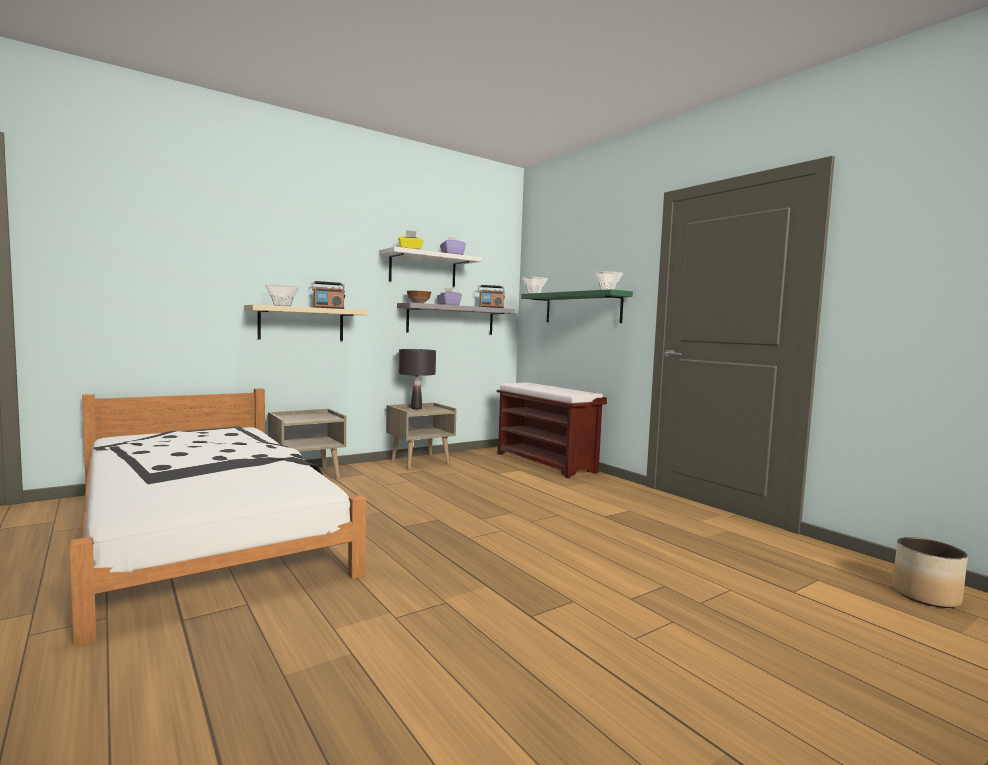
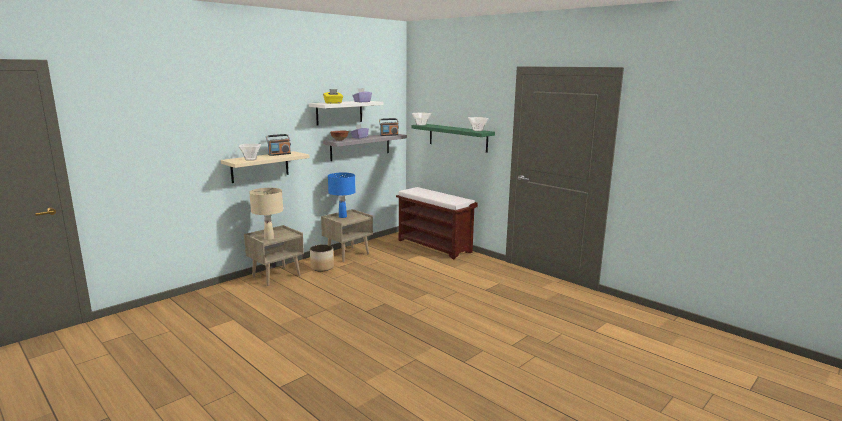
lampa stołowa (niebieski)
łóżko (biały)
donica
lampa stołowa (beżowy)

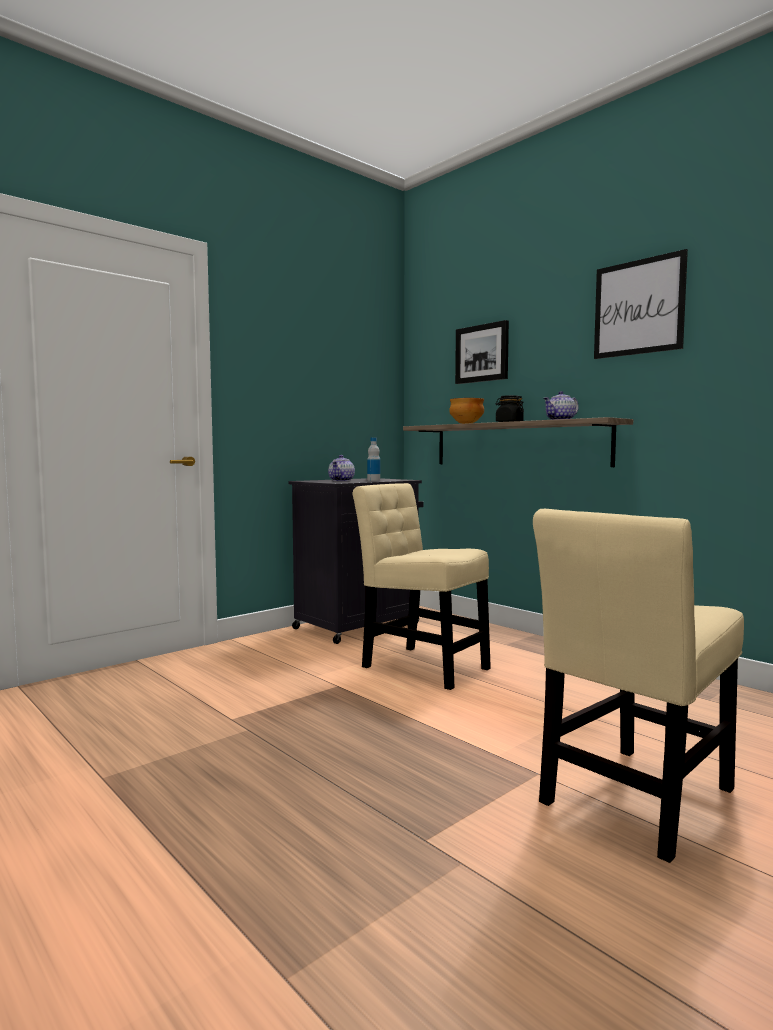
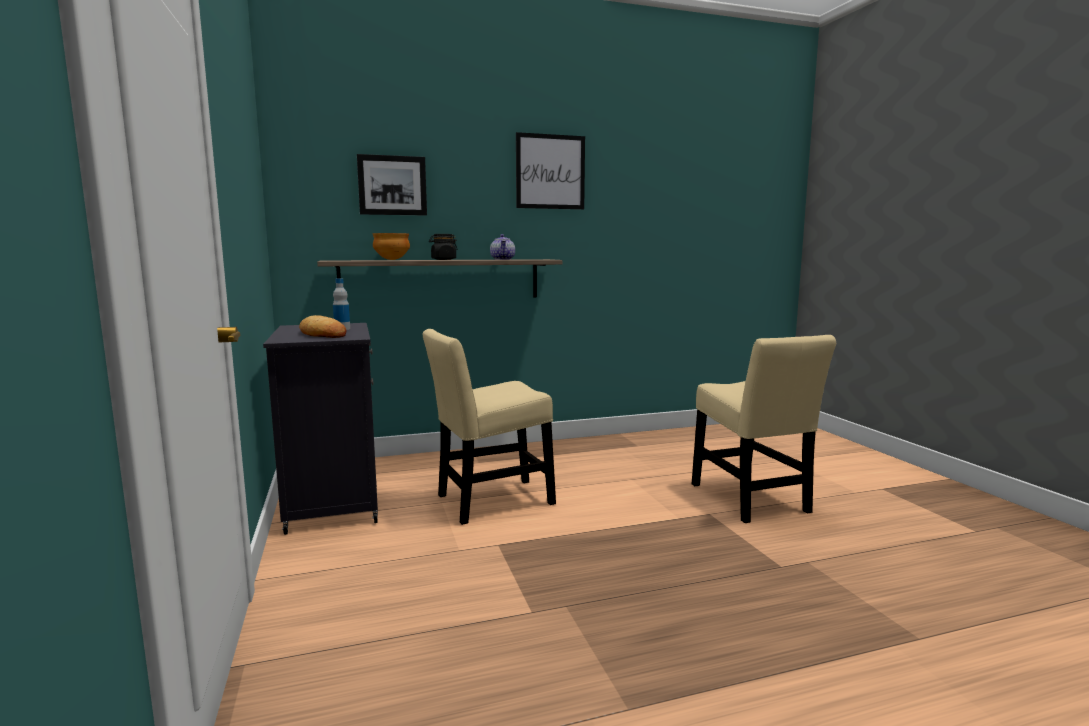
chleb

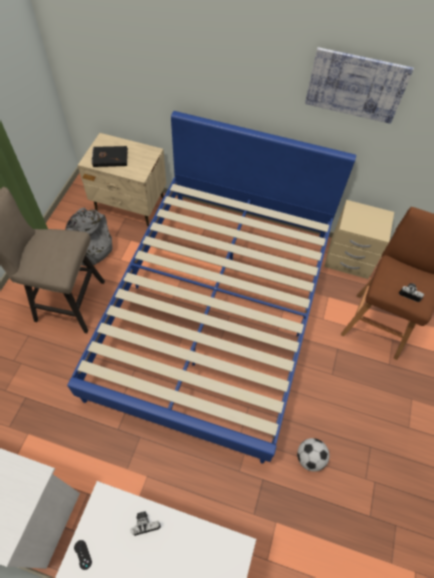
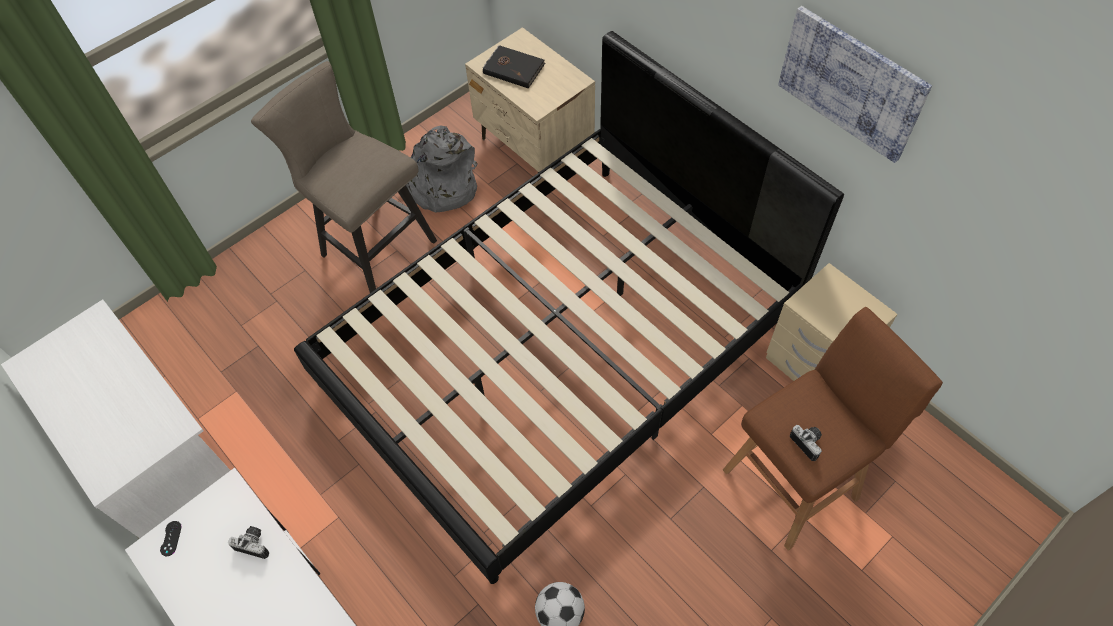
łóżko (czarny)

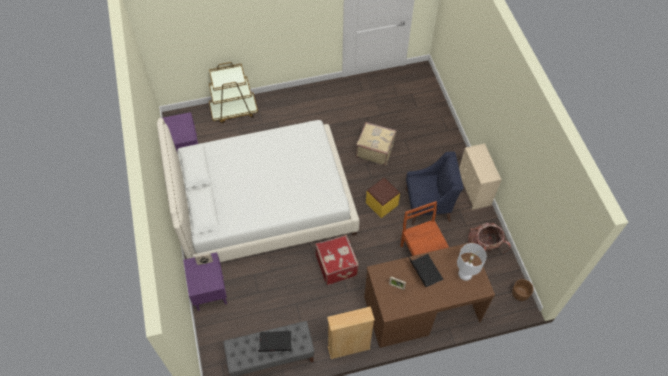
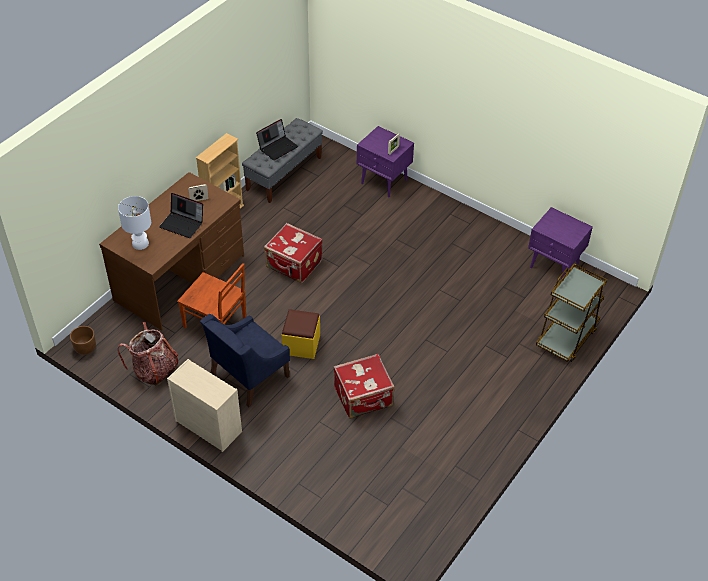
łóżko (biały)
walizka (czerwony) (no. 2 from left)

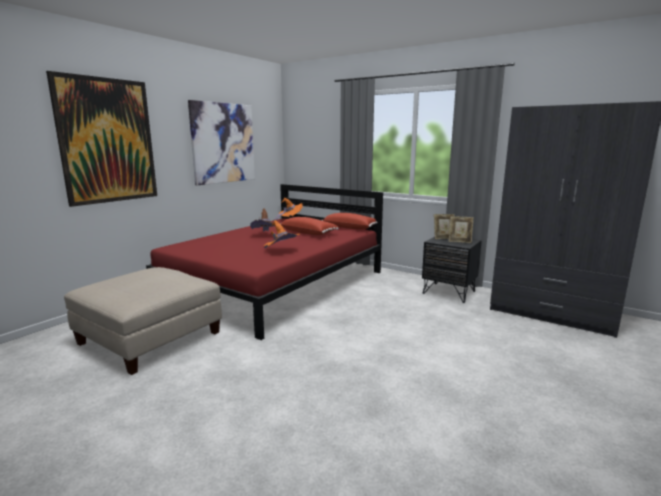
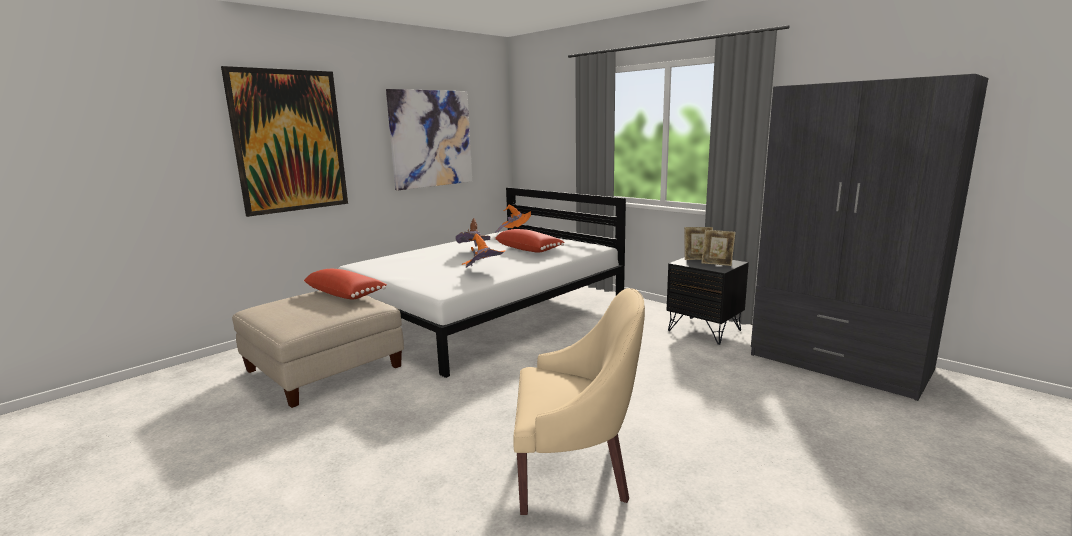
łóżko (biały)
poduszka (czerwony) (no. 1 from left)
fotel (beżowy)

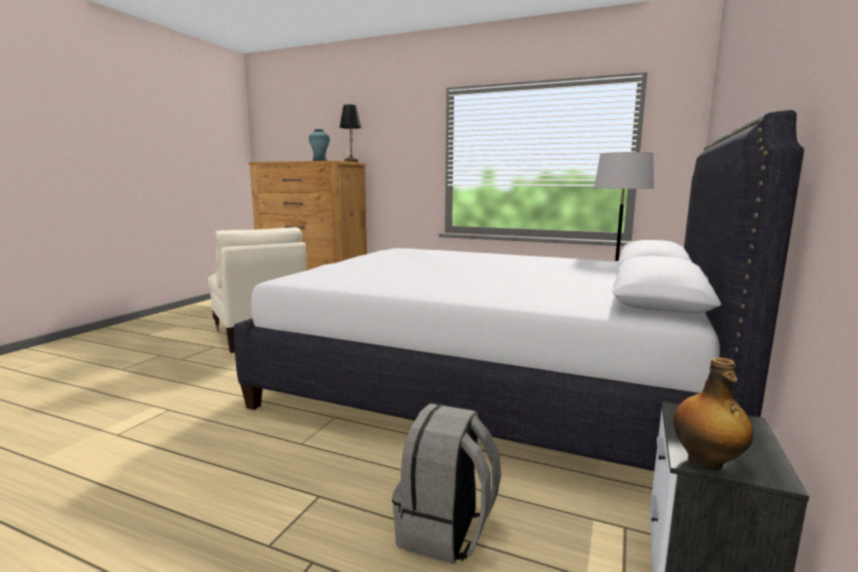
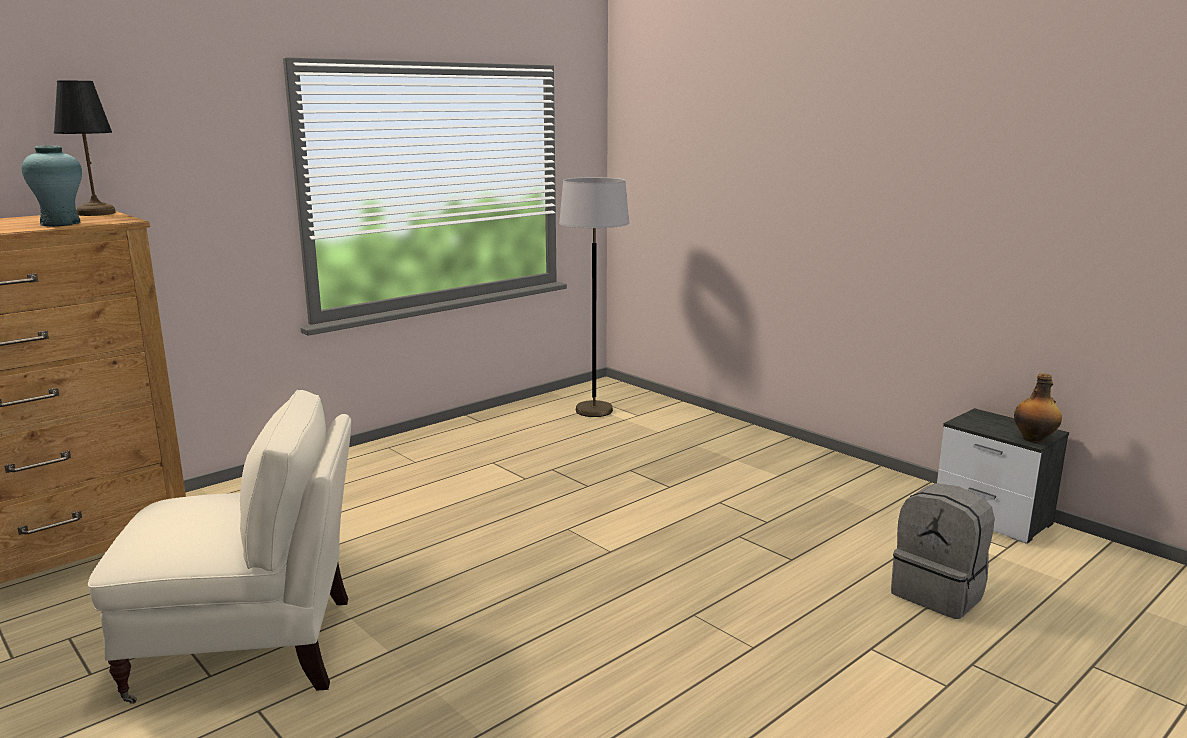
łóżko (biały)

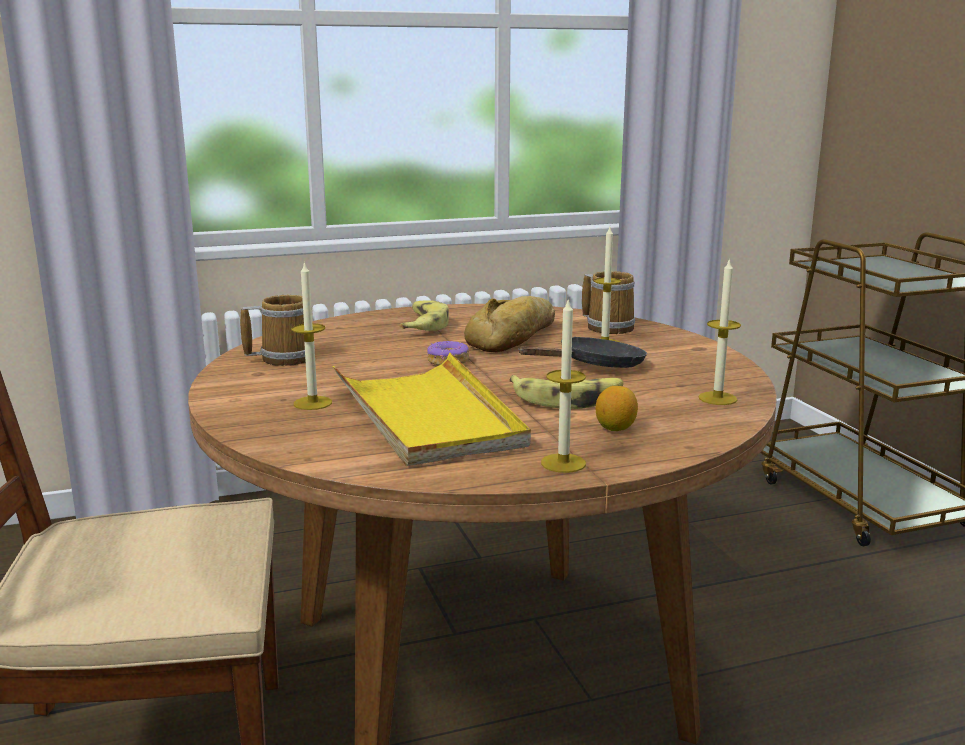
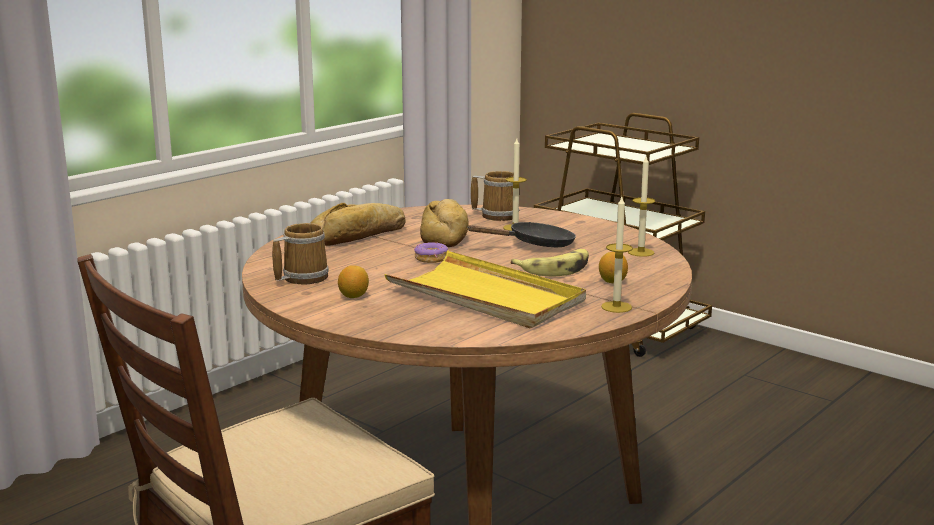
świeca (no. 1 from left in the first image)
chleb (no. 1 from left)
patelnia (czarny)
cytryna (no. 1 from left)

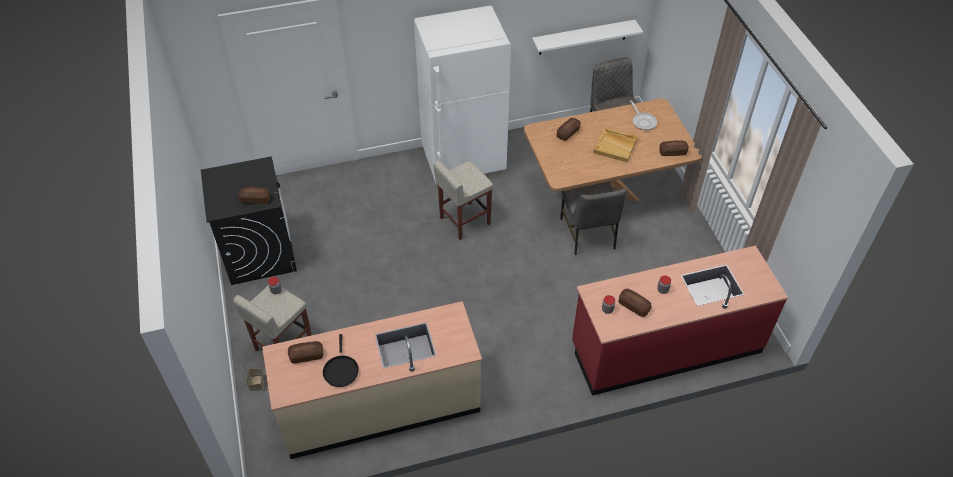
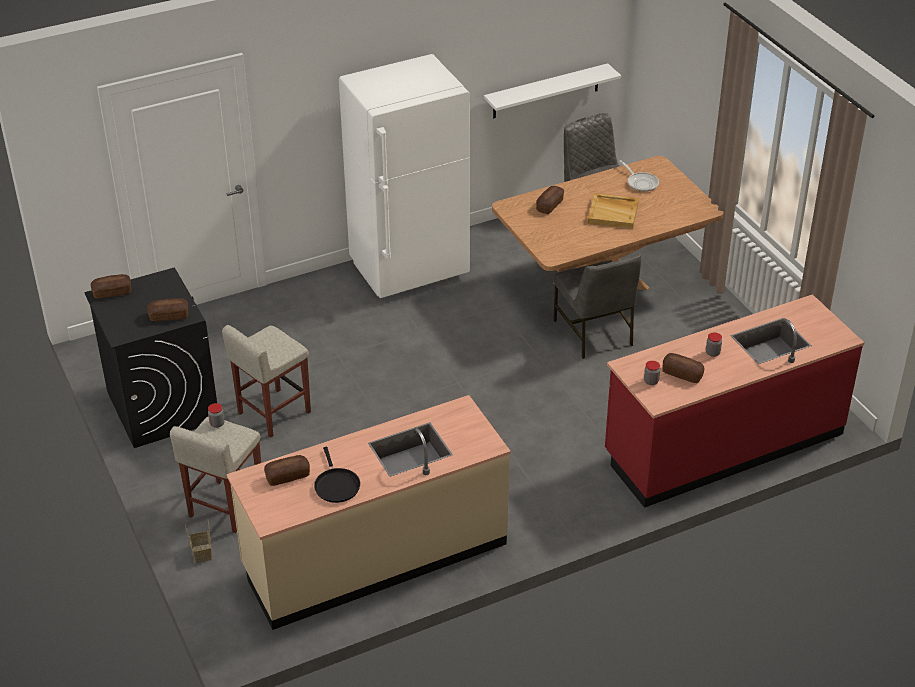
chleb (no. 1 from left)
stołek (beżowy) (no. 2 from left)

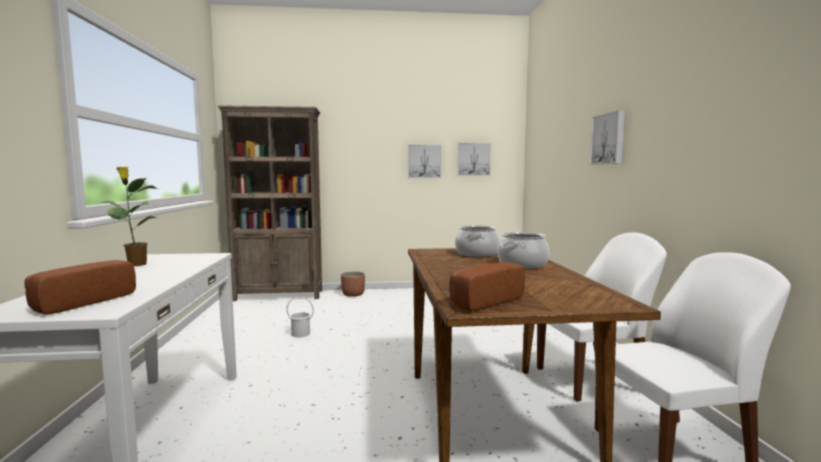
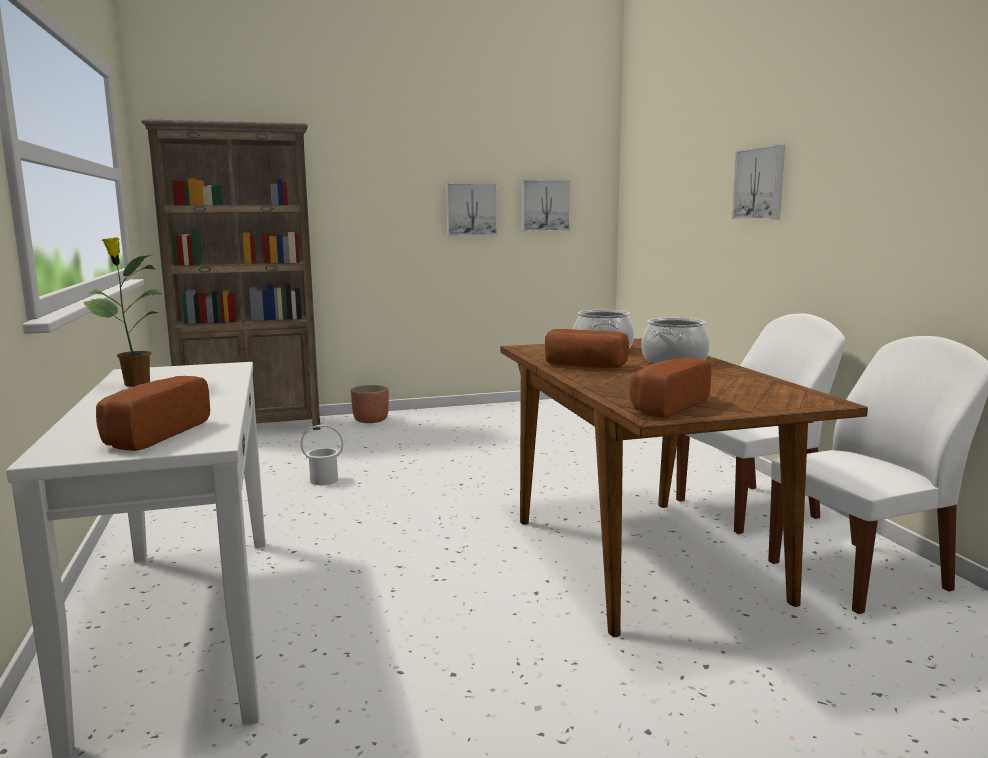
chleb (no. 2 from left)

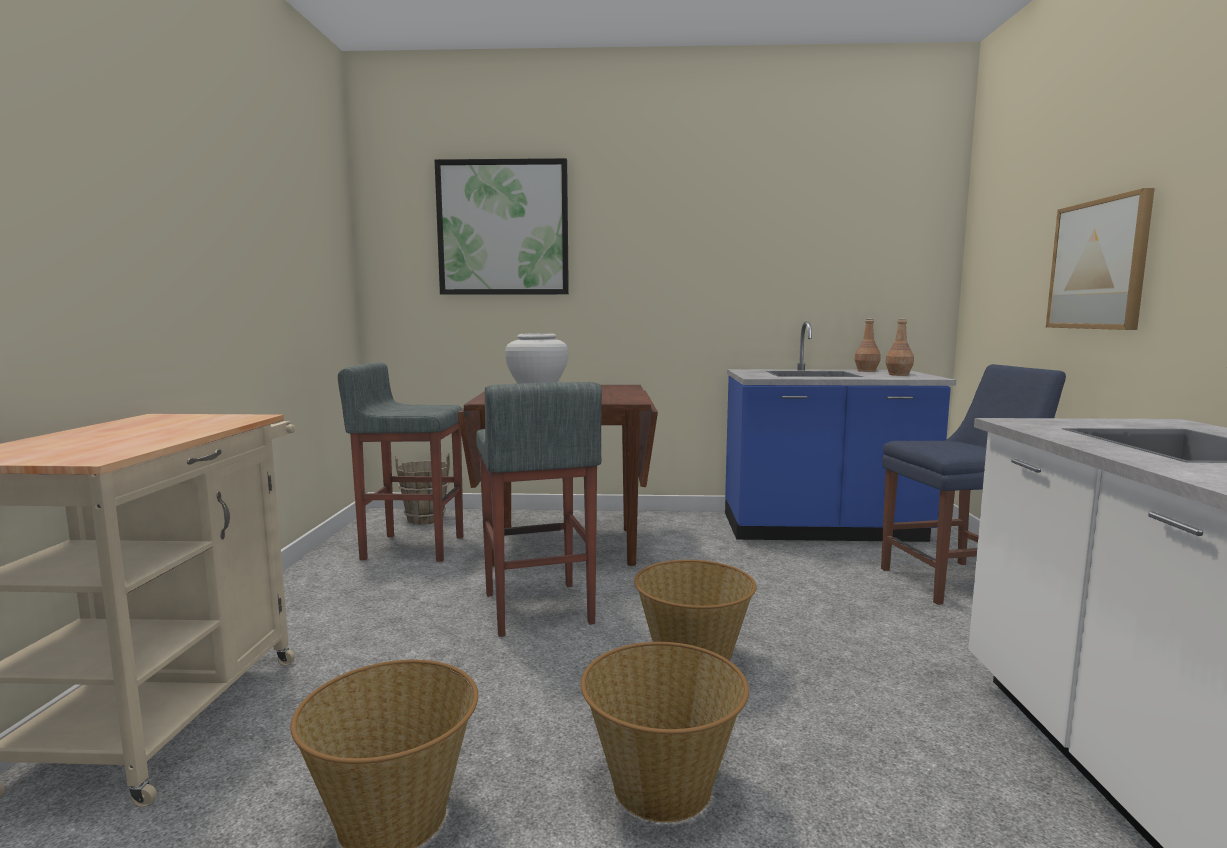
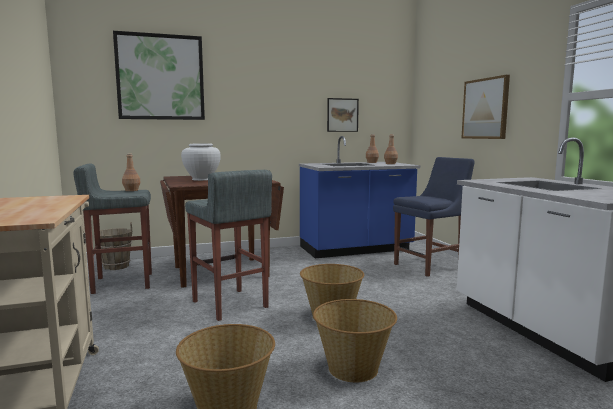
obraz (no. 2 from left)
butelka (brązowy) (no. 1 from left)

